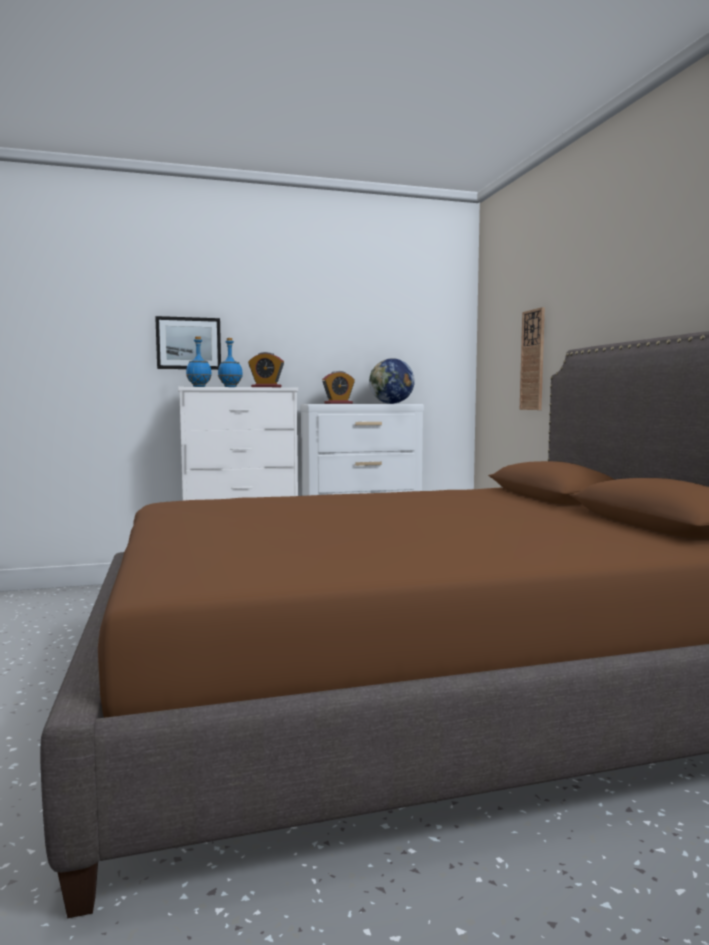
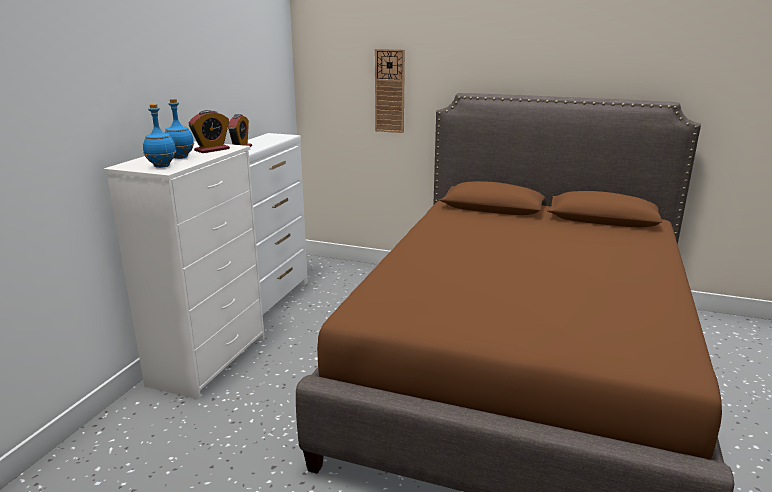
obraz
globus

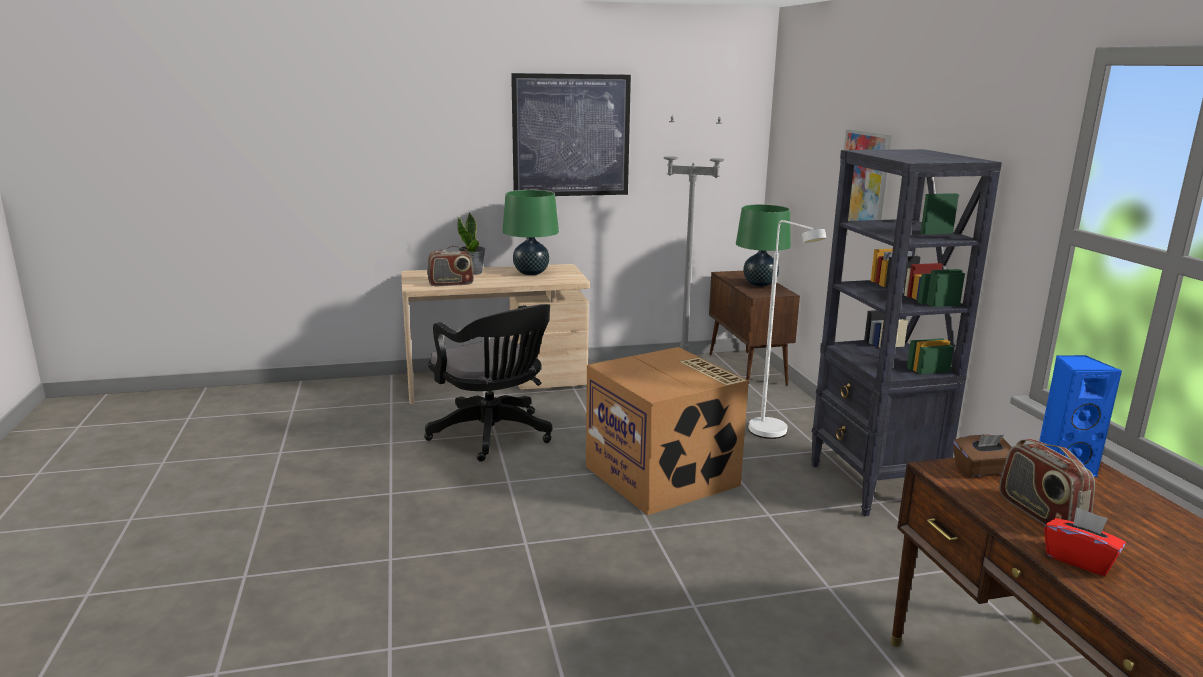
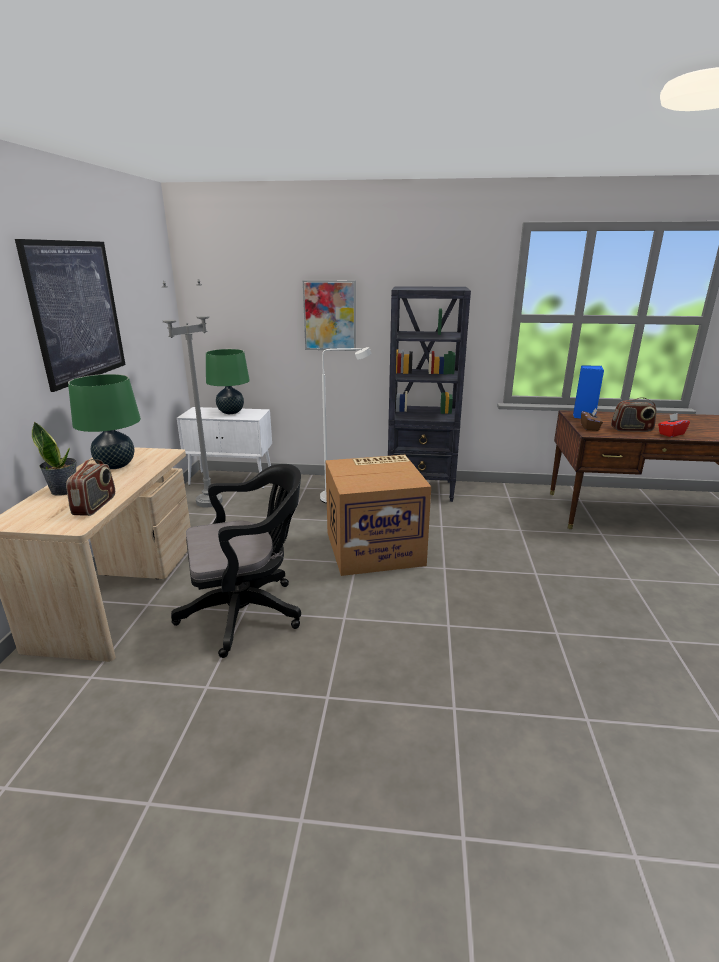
szafka (biały)

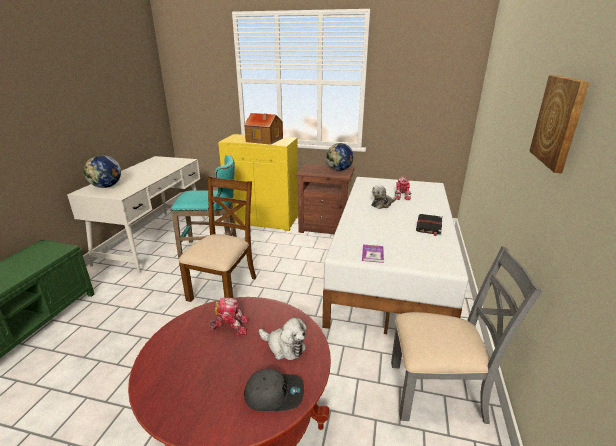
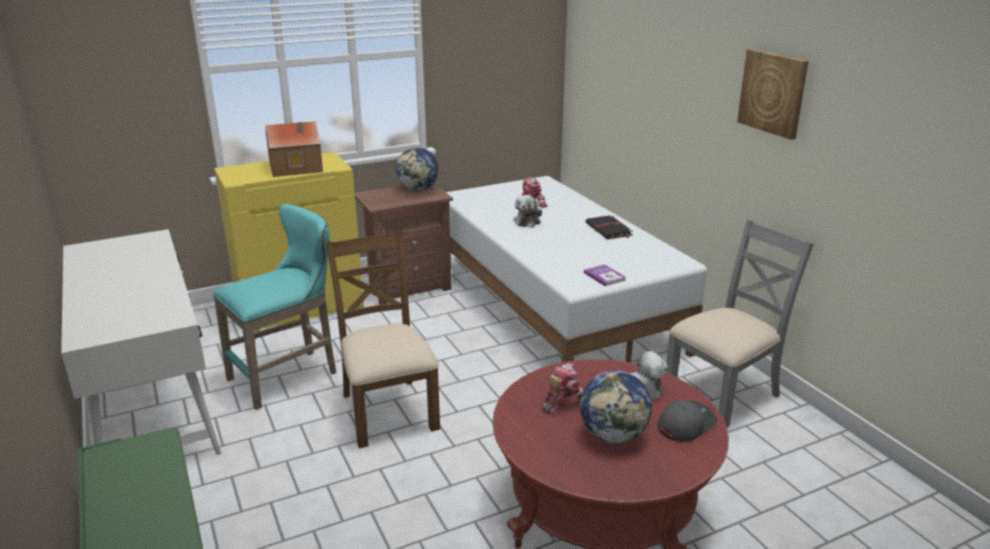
globus (no. 2 from left)

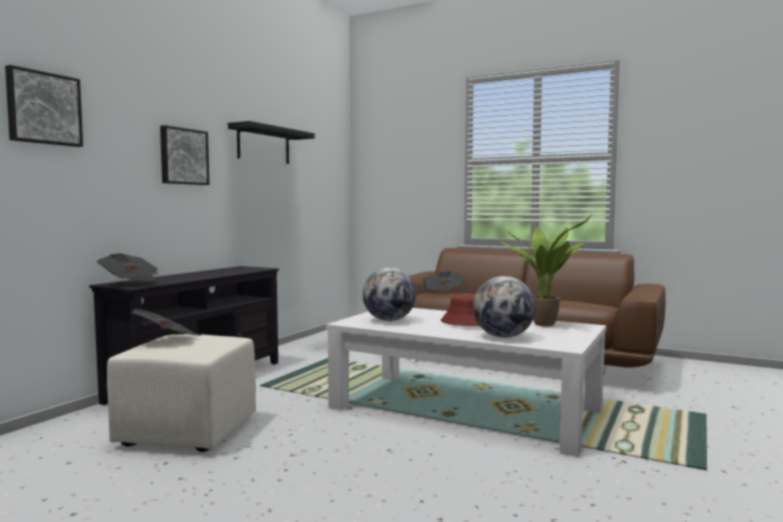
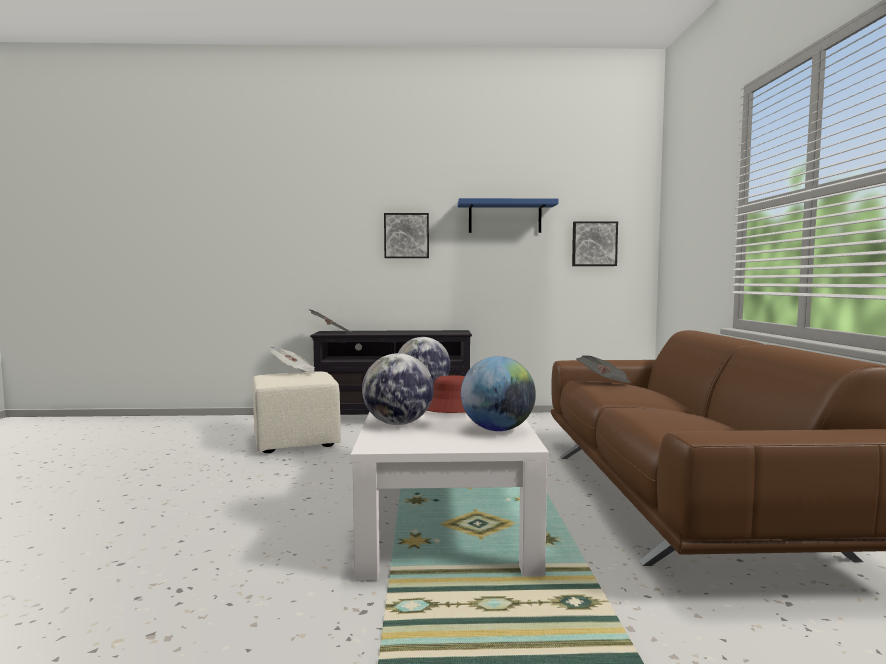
obraz (no. 2 from left)
półka (niebieski)
globus (no. 3 from left)

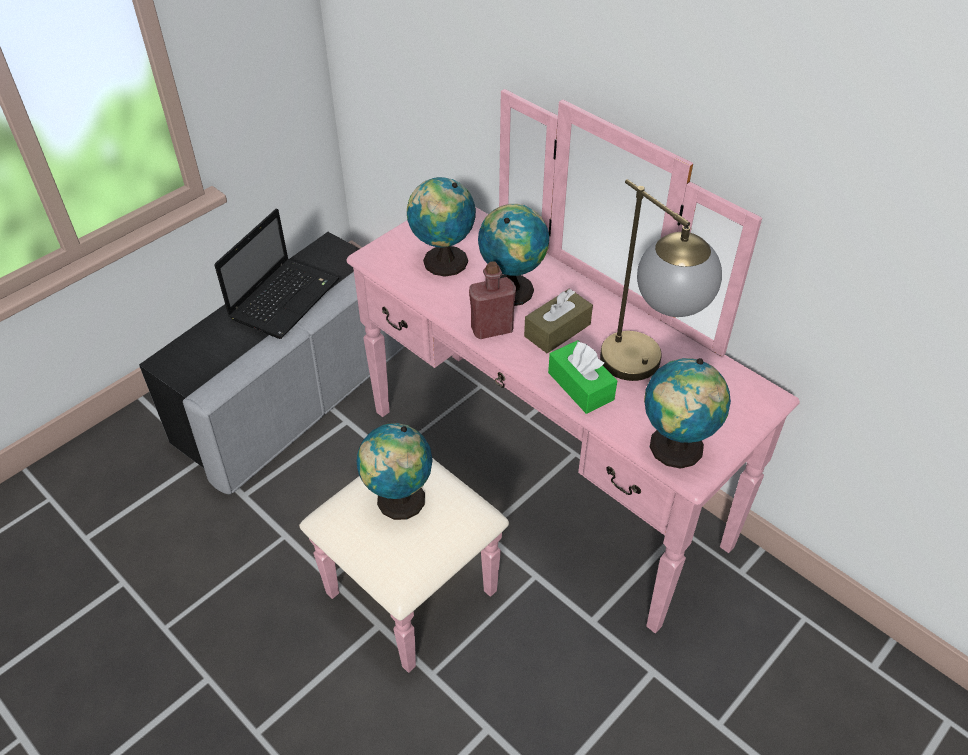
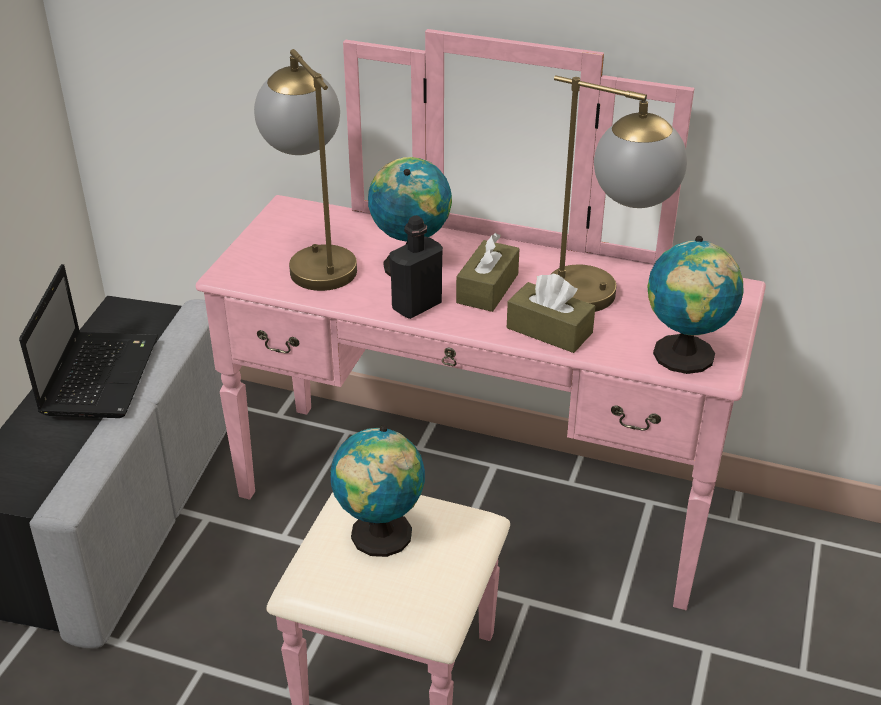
lampa stołowa (no. 1 from left)
butelka (czarny)
pudełko chusteczek (brązowy) (no. 2 from left)

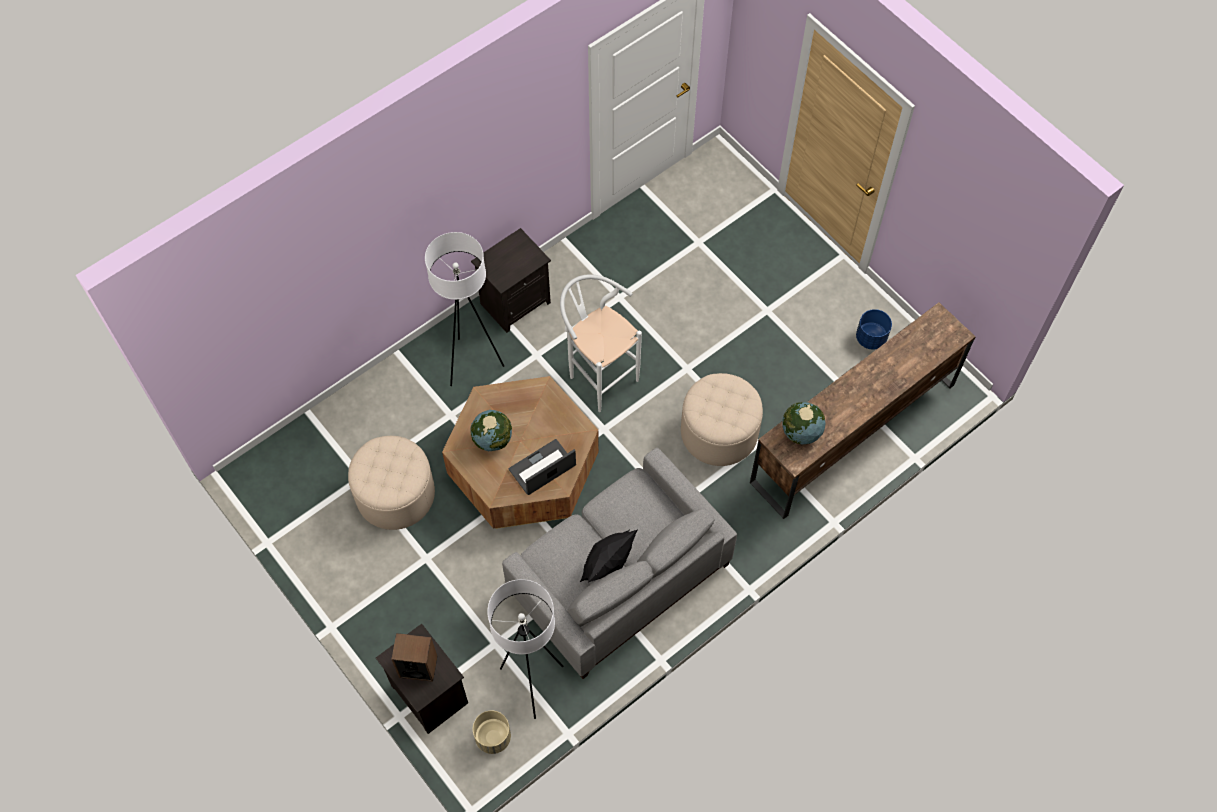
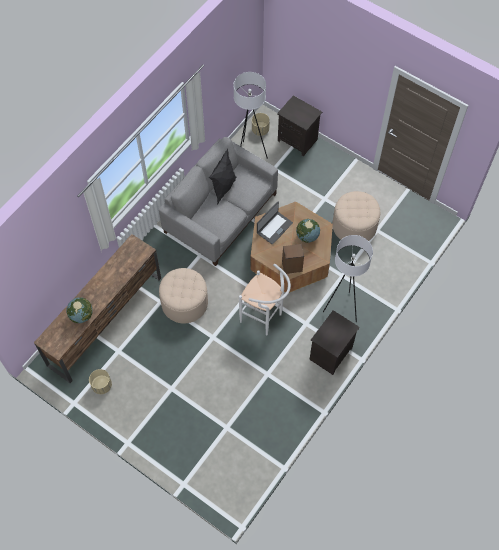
donica (beżowy) (no. 1 from left)
globus (no. 1 from left)
głośnik

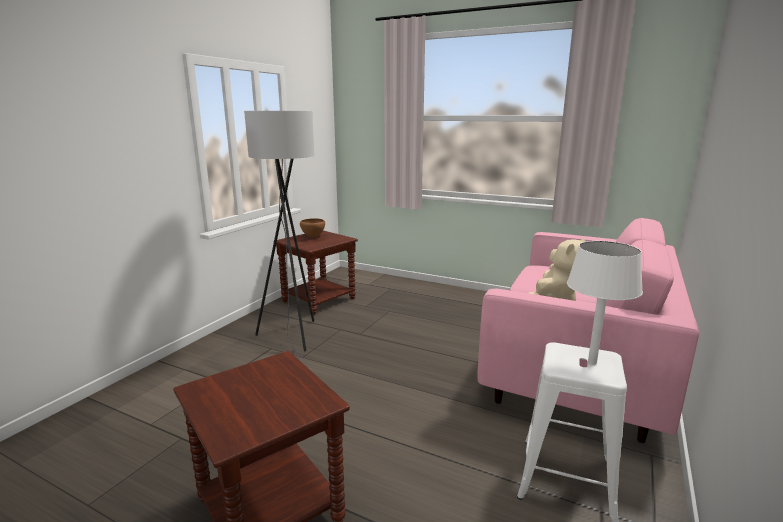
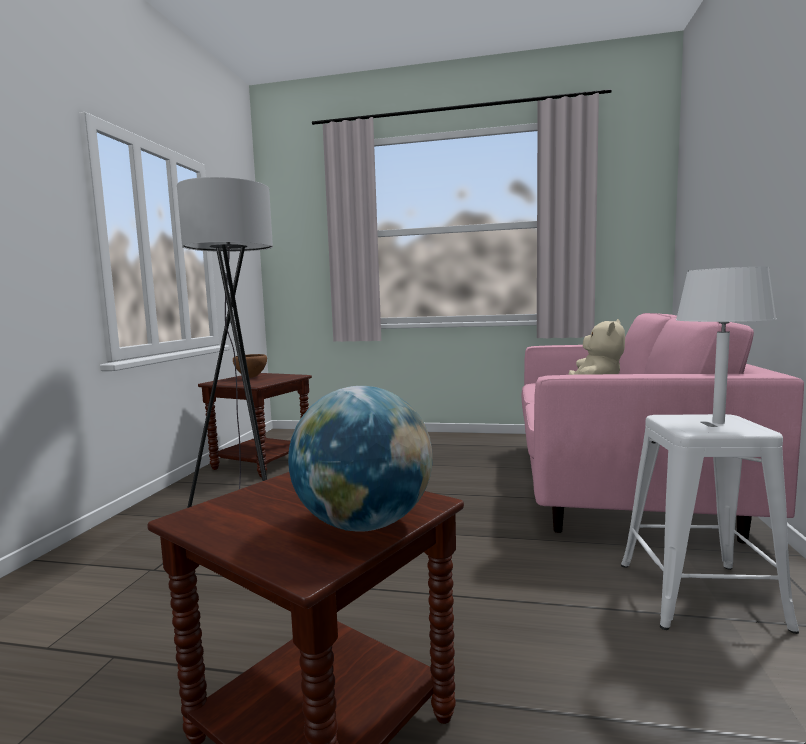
globus

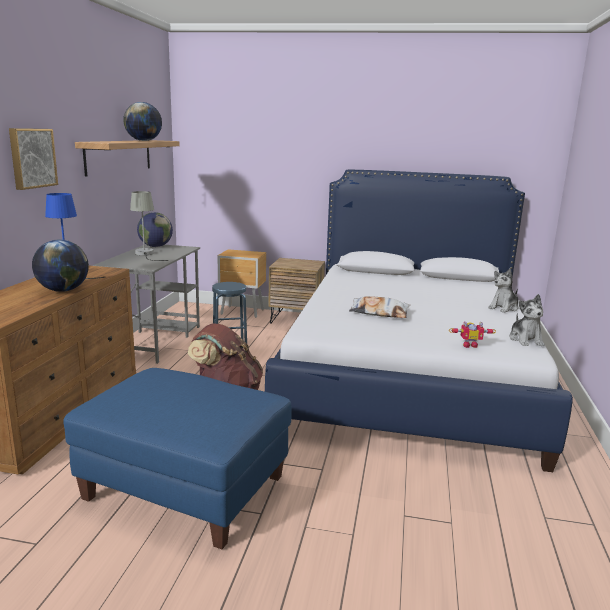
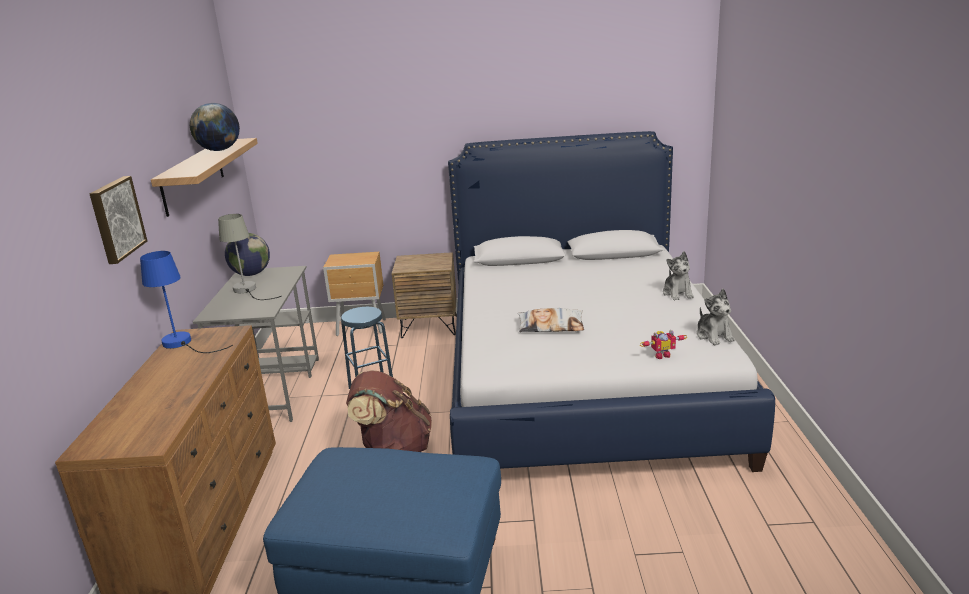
globus (no. 1 from left in the first image)
pluszak (no. 1 from left)

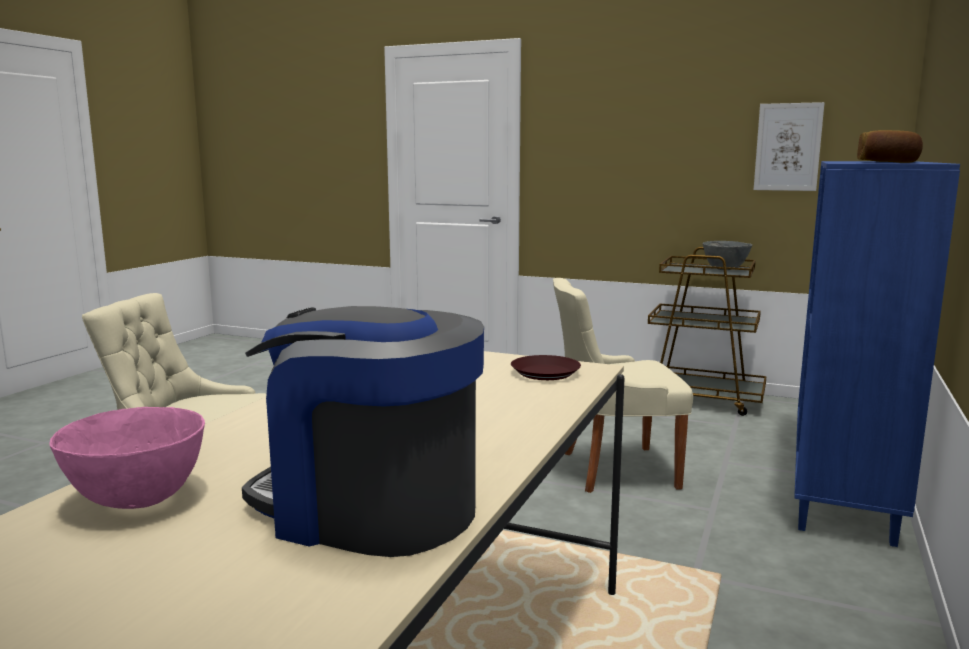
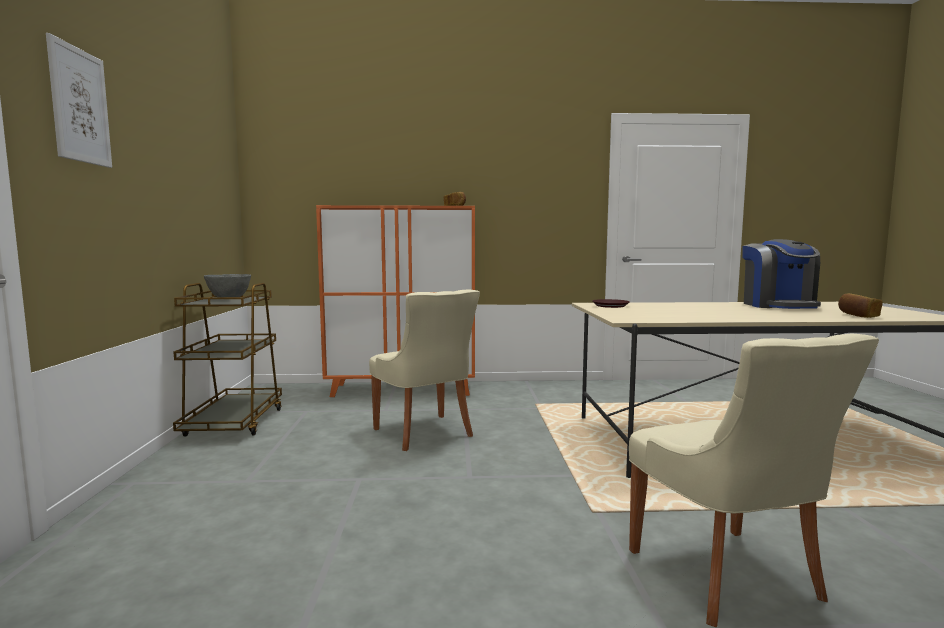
obraz
szafka (pomarańczowy)
chleb (no. 2 from left)

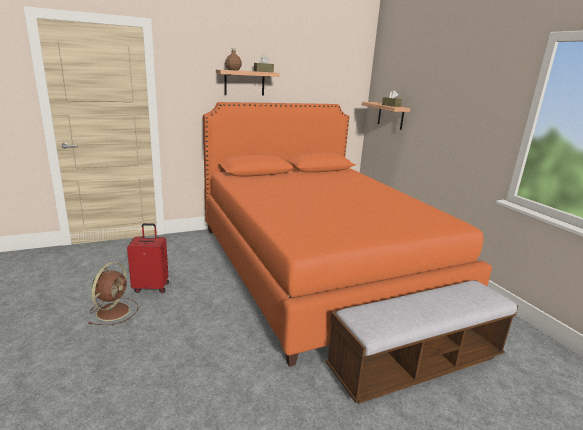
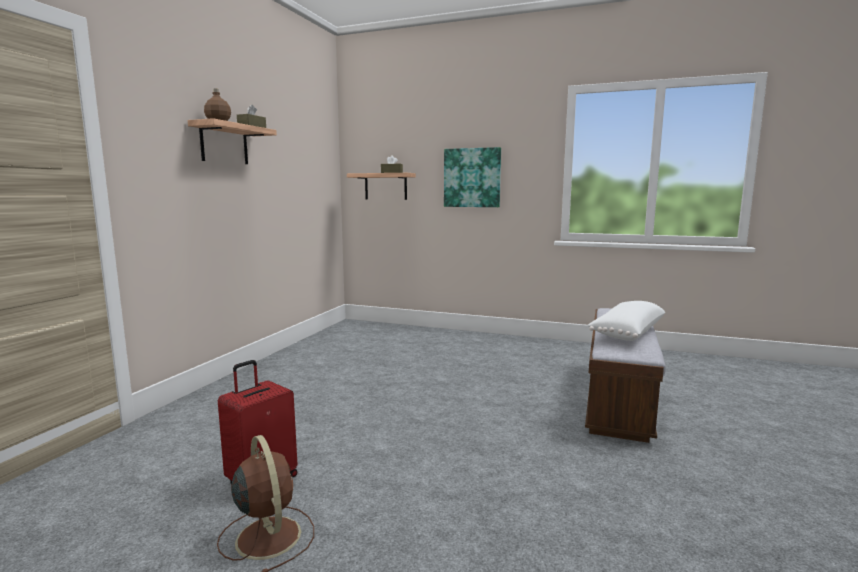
łóżko (pomarańczowy)
obraz
poduszka (biały)

